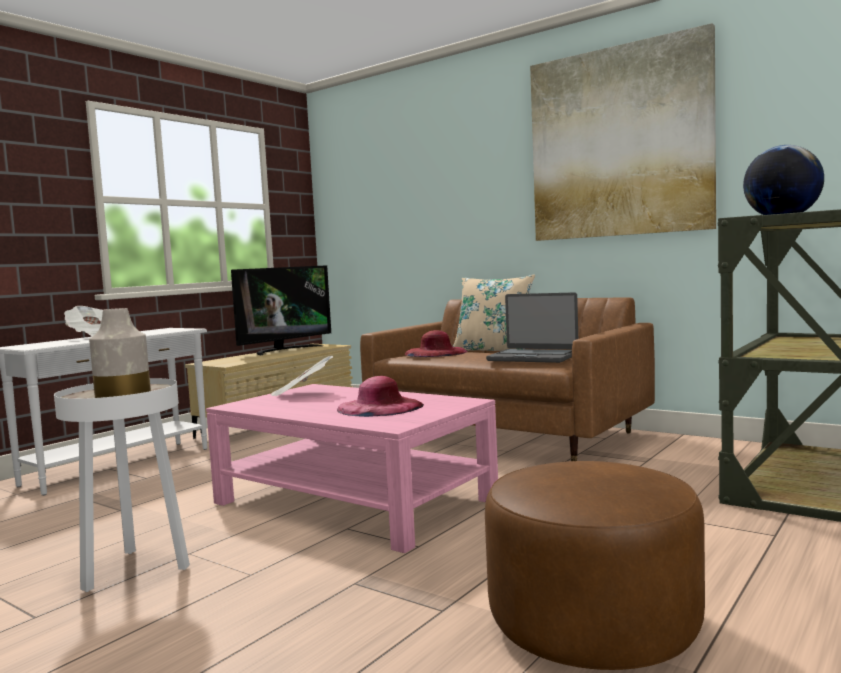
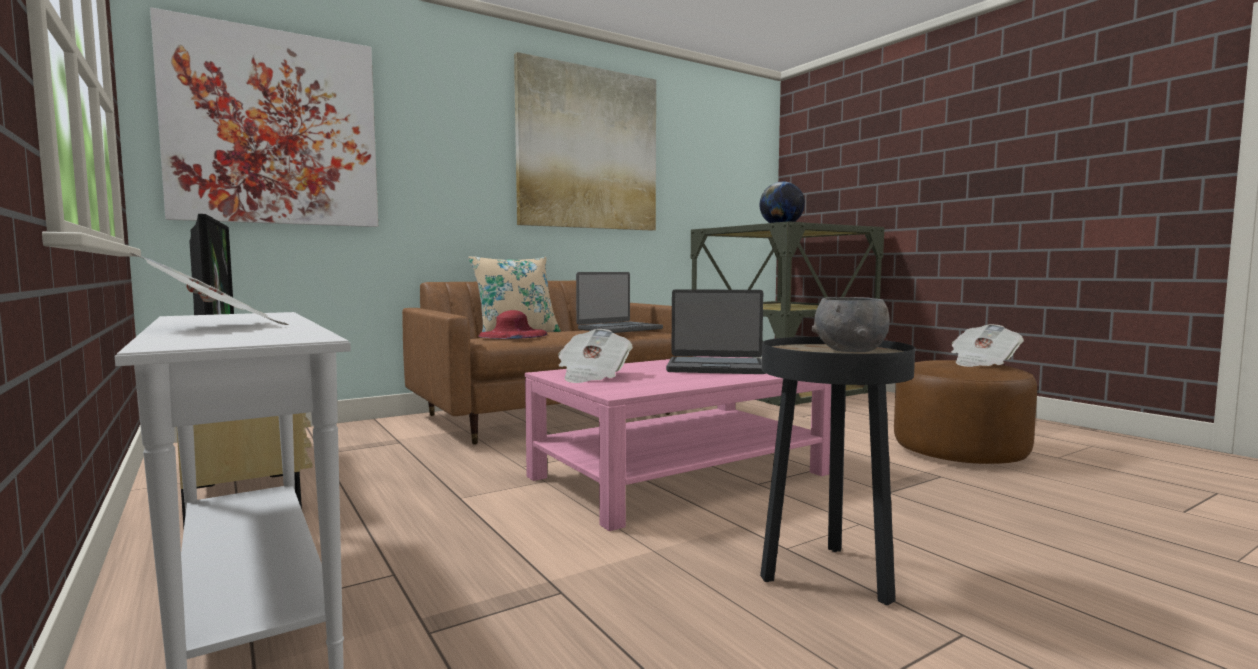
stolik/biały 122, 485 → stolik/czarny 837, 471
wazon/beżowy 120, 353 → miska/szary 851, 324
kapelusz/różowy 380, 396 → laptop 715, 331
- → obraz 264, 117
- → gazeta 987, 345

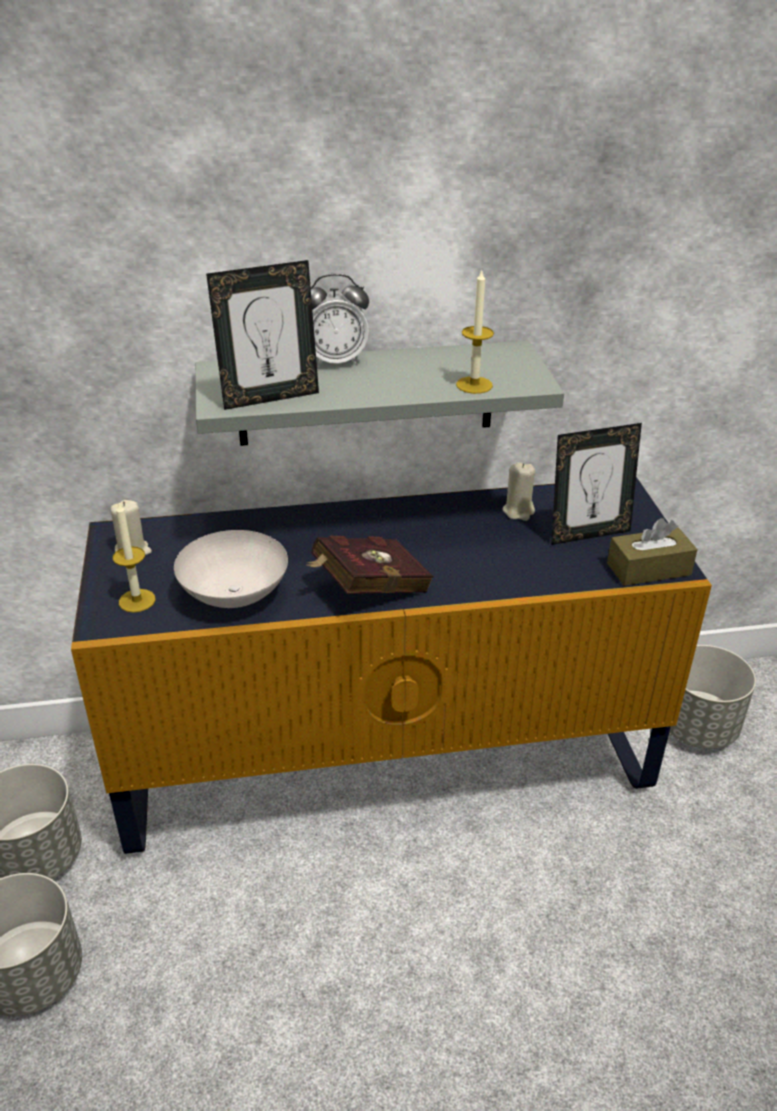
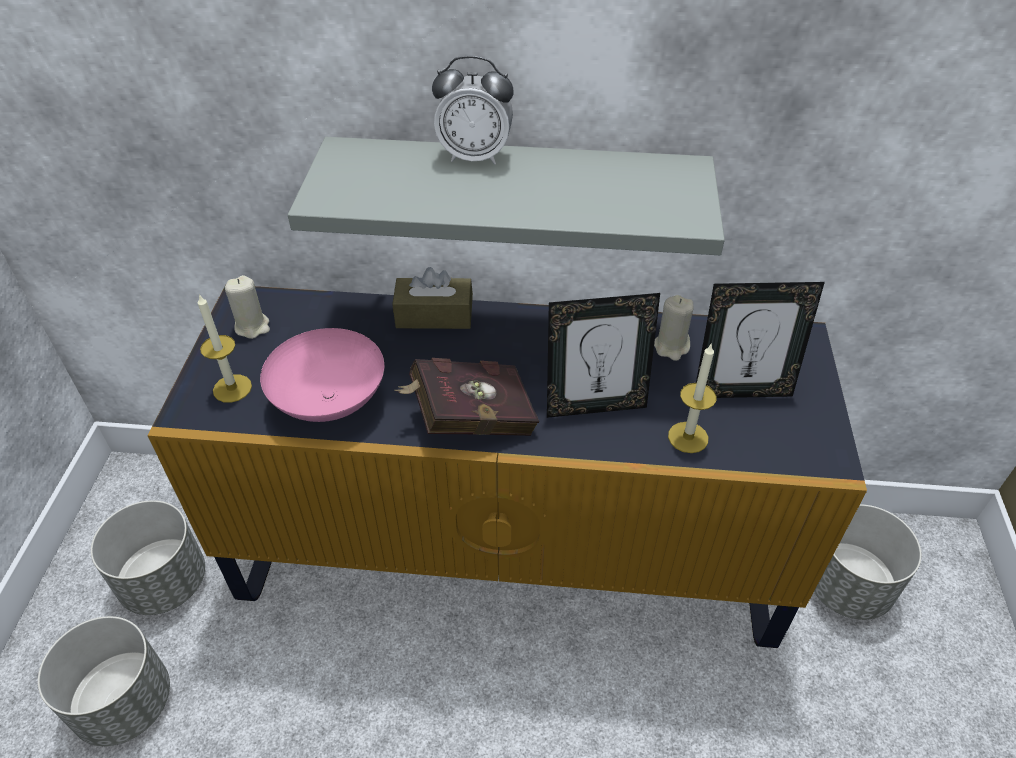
miska/biały 231, 569 → miska/różowy 322, 375
ramka na zdjęcie 262, 335 → ramka na zdjęcie 603, 355, shifted
świeca 475, 331 → świeca 692, 398, shifted
pudełko chusteczek/brązowy 652, 552 → pudełko chusteczek/brązowy 432, 298, shifted

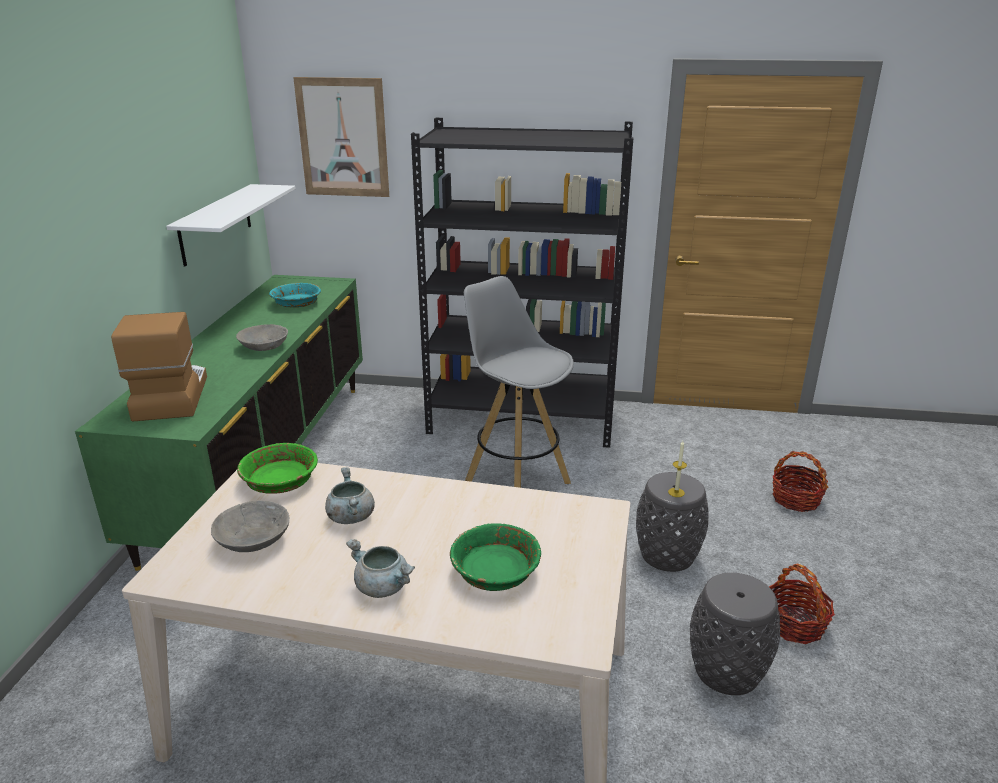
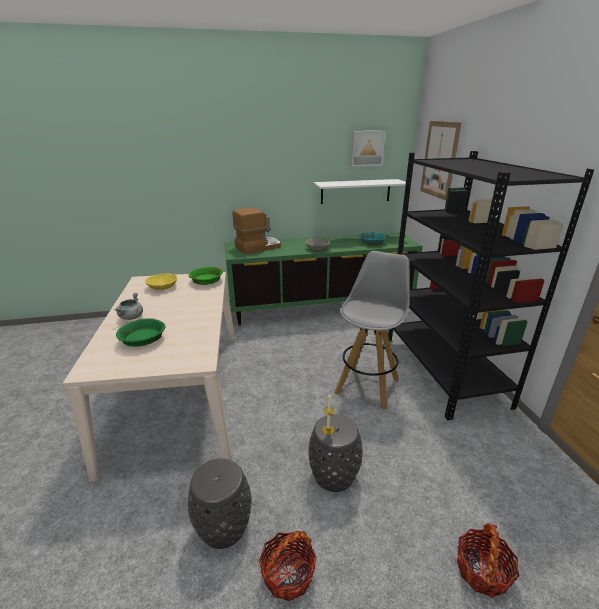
miska/szary 250, 526 → miska/żółty 161, 281
garnek/szary 350, 495 → -
- → obraz 368, 148

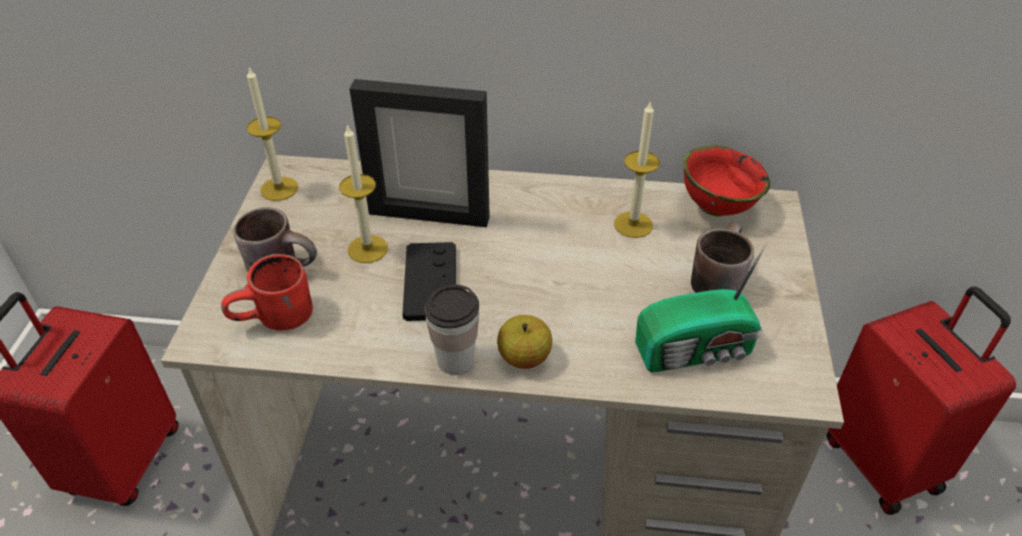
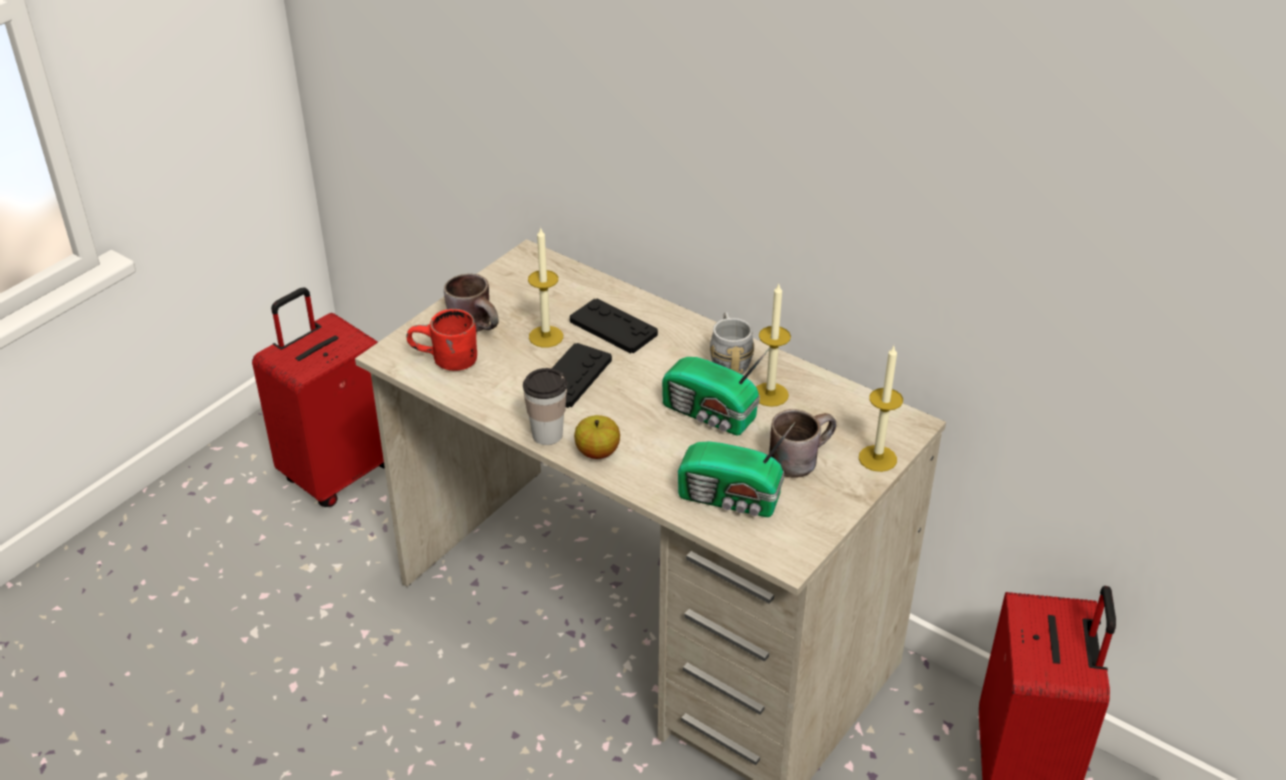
świeca 272, 133 → świeca 881, 409, shifted
ramka na zdjęcie 419, 153 → pad do gier/czarny 614, 326
miska/czerwony 726, 181 → -
- → radio 716, 391
- → kubek/szary 732, 343

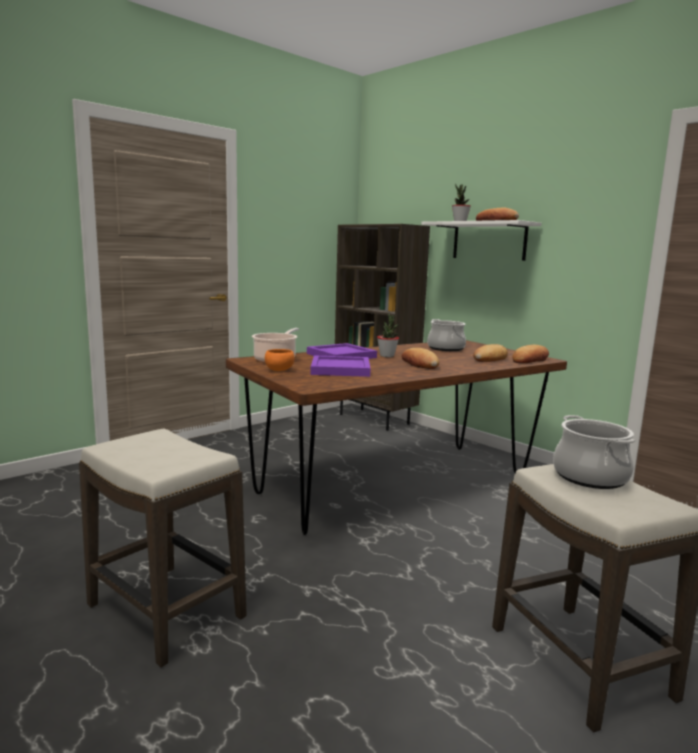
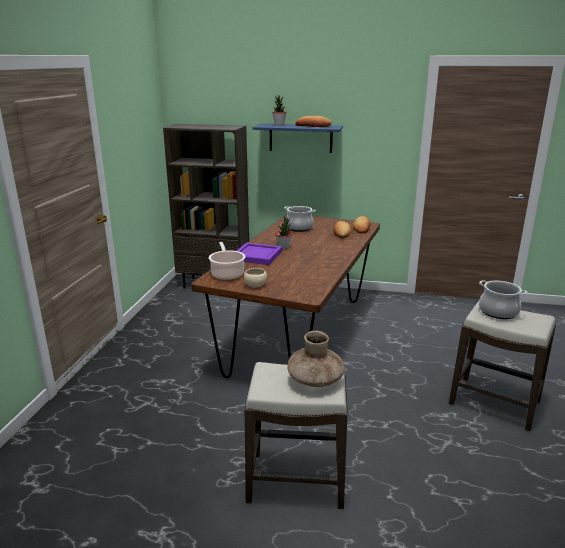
miska/pomarańczowy 280, 360 → miska/beżowy 255, 277
taca/fioletowy 340, 366 → -
chleb 420, 358 → -
półka/biały 481, 240 → półka/niebieski 297, 138
- → wazon/brązowy 316, 359

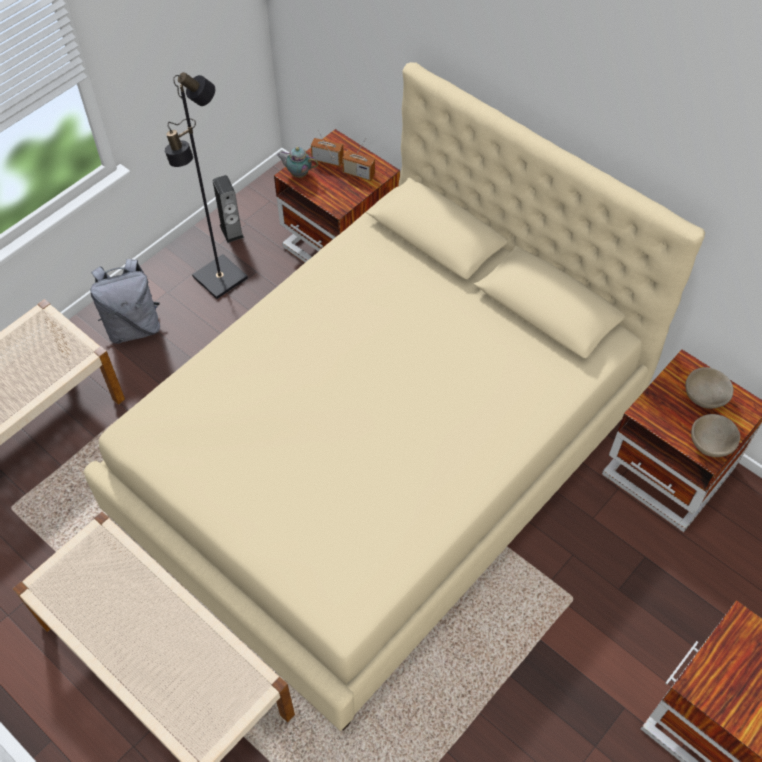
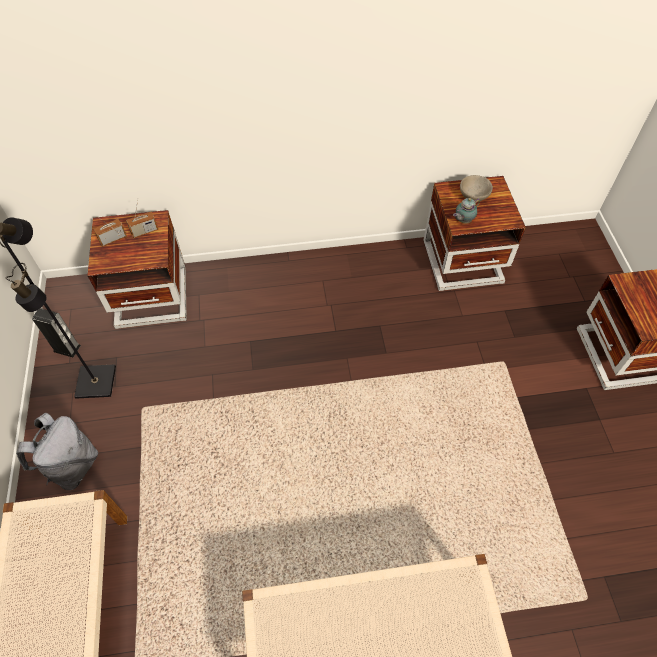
łóżko/beżowy 394, 396 → -
imbryk 297, 162 → imbryk 466, 211, shifted
miska/beżowy 715, 435 → -

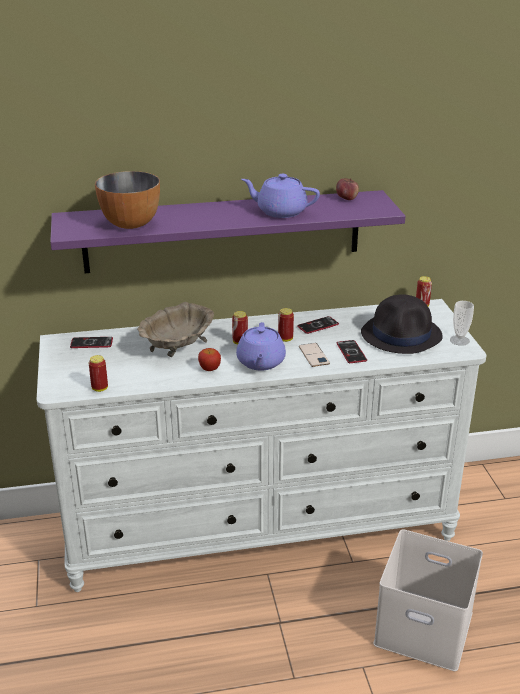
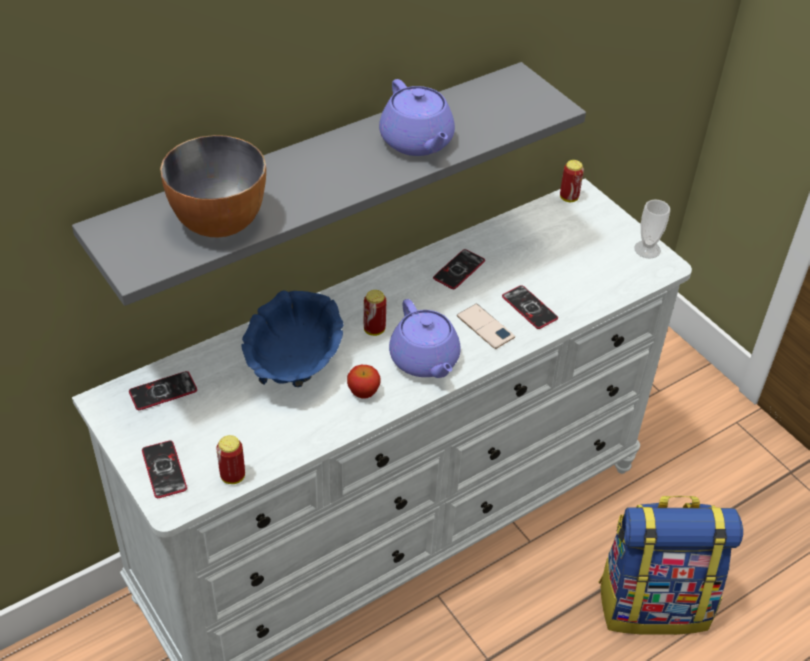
półka/fioletowy 228, 231 → półka/szary 329, 184
miska/beżowy 175, 329 → miska/niebieski 292, 338
imbryk/fioletowy 280, 196 → imbryk/fioletowy 417, 117, 105 degrees counterclockwise
puszka 286, 325 → -
jabłko 347, 189 → -
kapelusz/czarny 402, 324 → -
pojemnik do przechowywania/biały 428, 600 → plecak 671, 565
- → telefon 164, 469

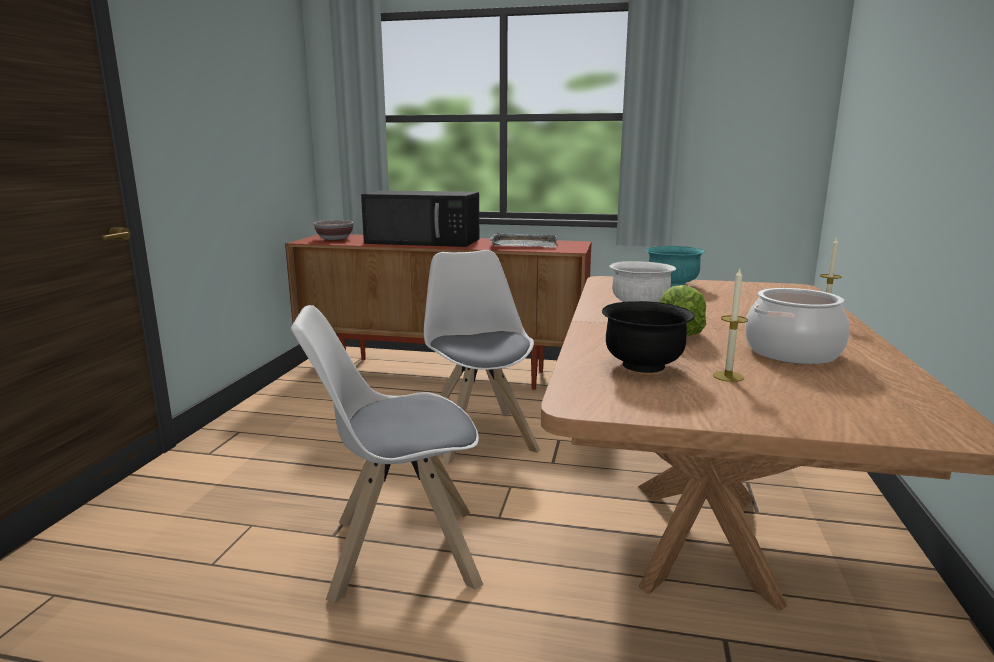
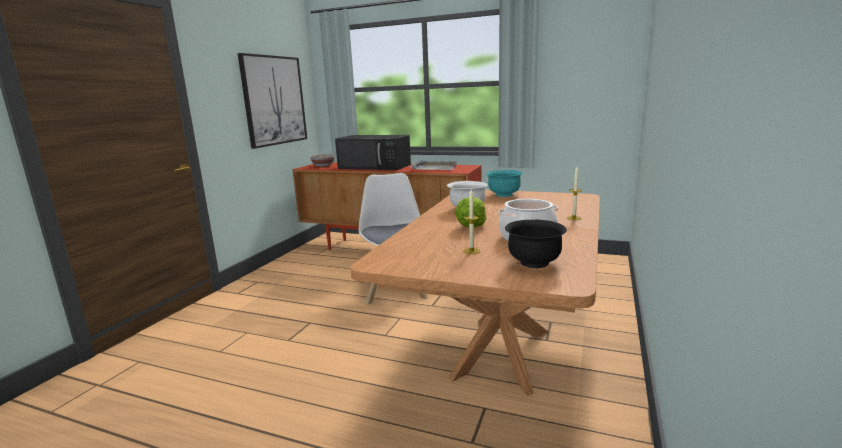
krzesło 387, 454 → -
miska/czarny 648, 337 → miska/czarny 536, 244, shifted
- → obraz 272, 101

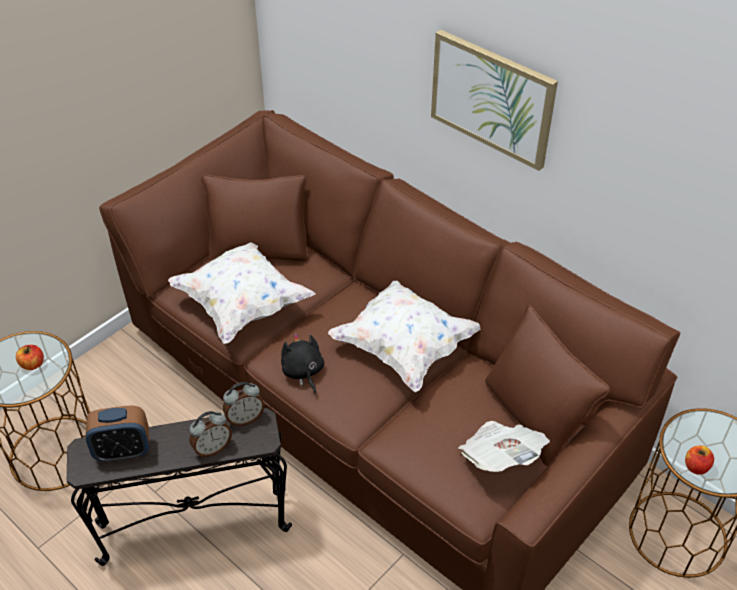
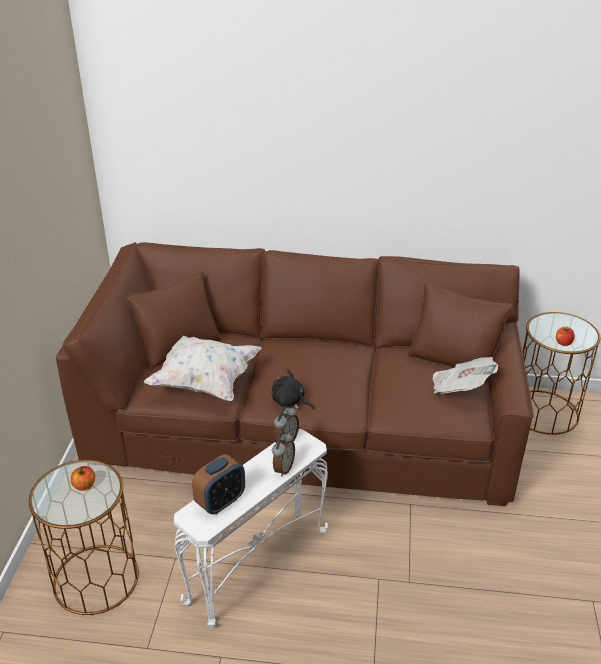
stolik/czarny 179, 487 → stolik/biały 251, 528
poduszka/biały 404, 336 → -
obraz 494, 100 → -

